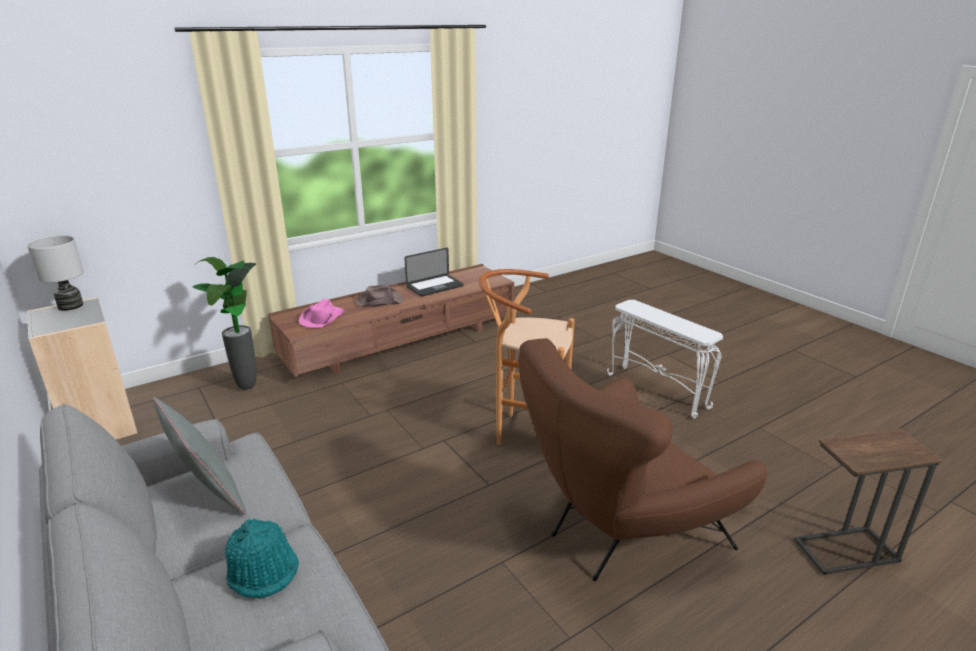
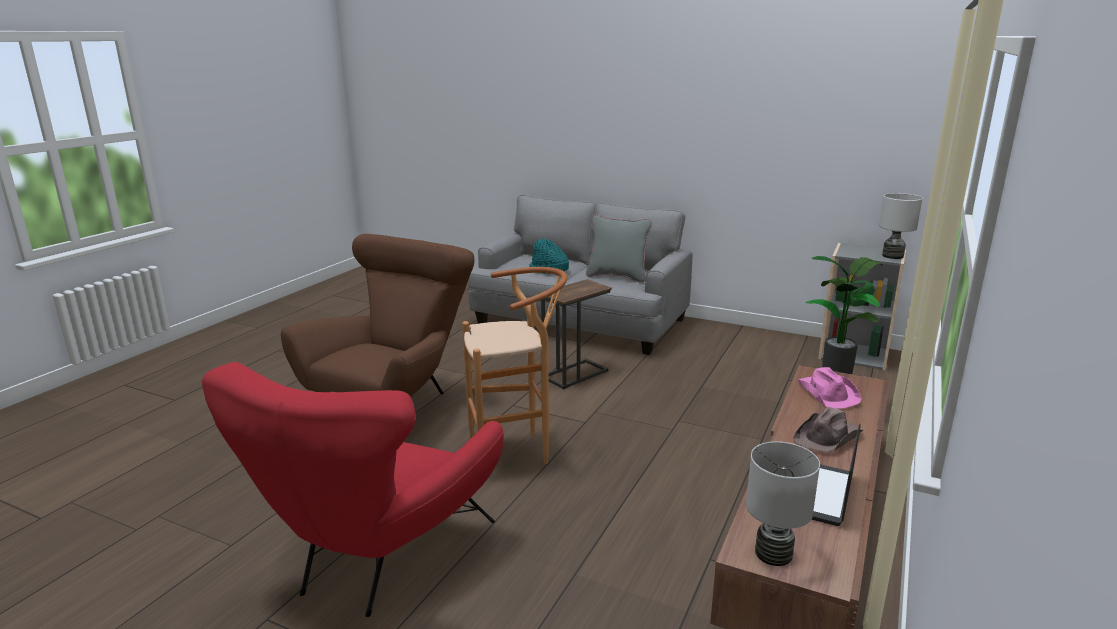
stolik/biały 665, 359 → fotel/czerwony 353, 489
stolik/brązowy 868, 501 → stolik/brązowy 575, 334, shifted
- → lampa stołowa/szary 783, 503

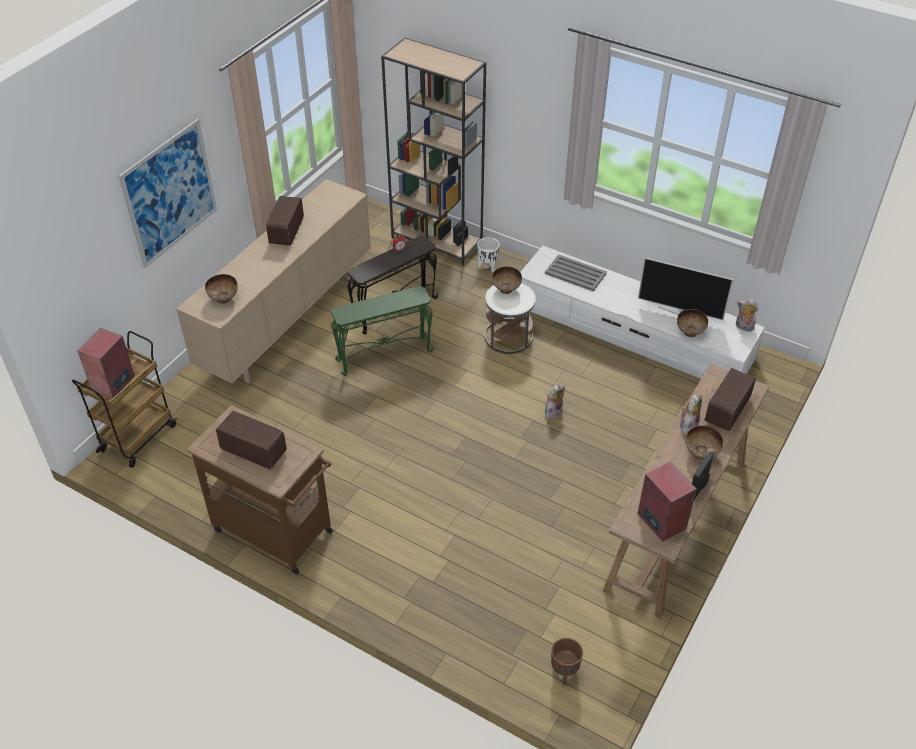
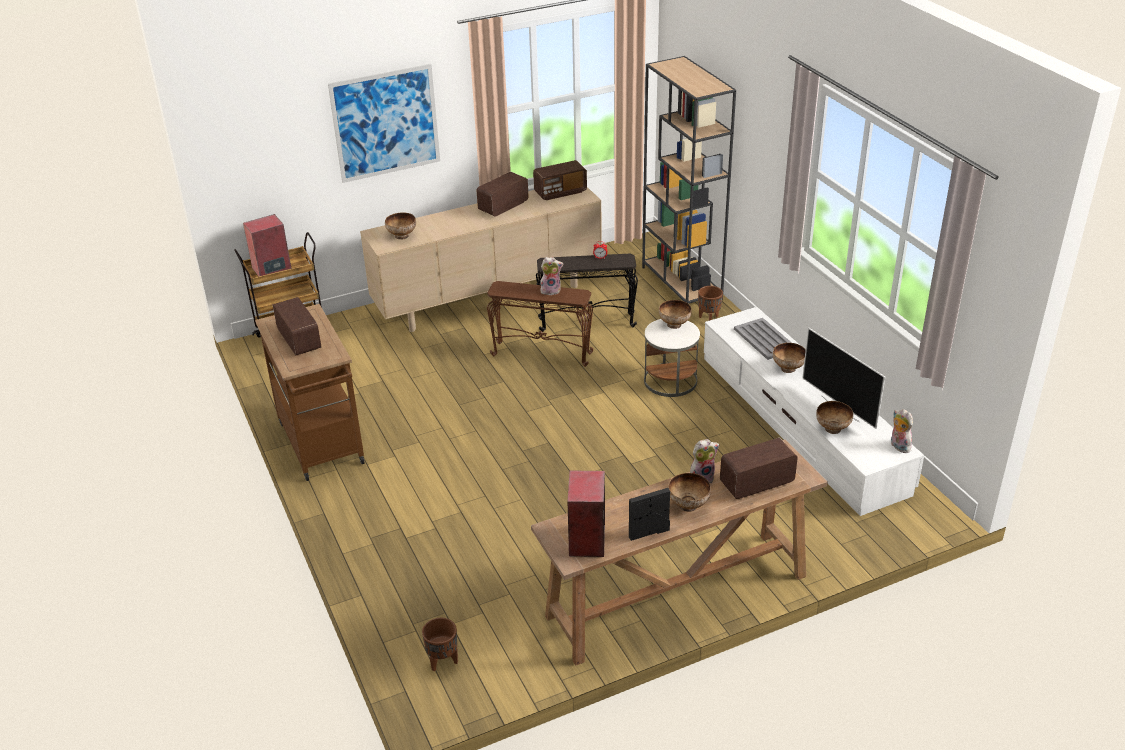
stolik/zielony 382, 331 → stolik/brązowy 540, 324
donica/biały 488, 255 → donica/brązowy 710, 303
pluszak 555, 402 → pluszak 551, 276, shifted
- → radio 560, 180
- → miska 789, 358

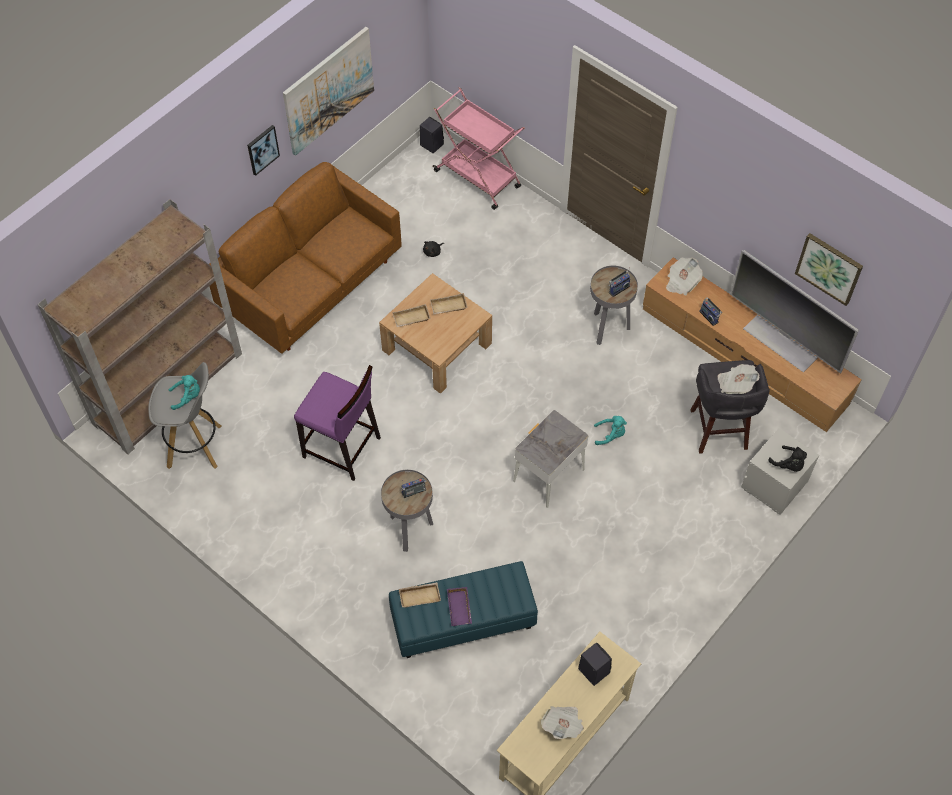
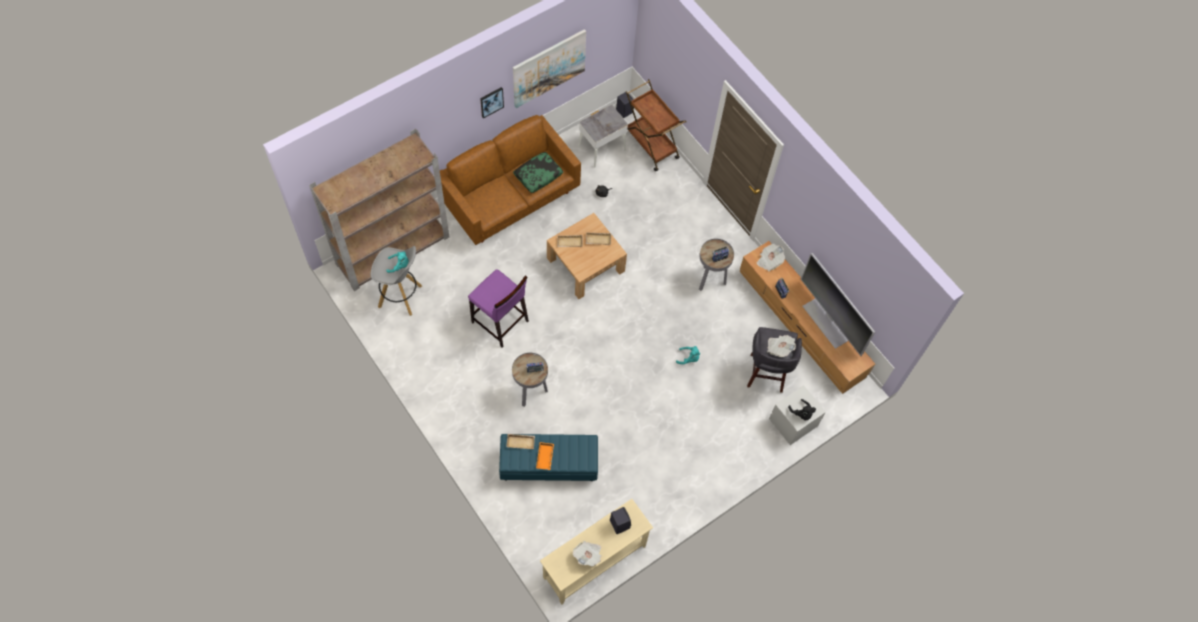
wózek/różowy 479, 148 → wózek/brązowy 656, 125
taca/fioletowy 459, 606 → taca/pomarańczowy 545, 456
stolik 550, 459 → stolik 603, 136, shifted
obraz 829, 269 → -
- → poduszka 538, 172

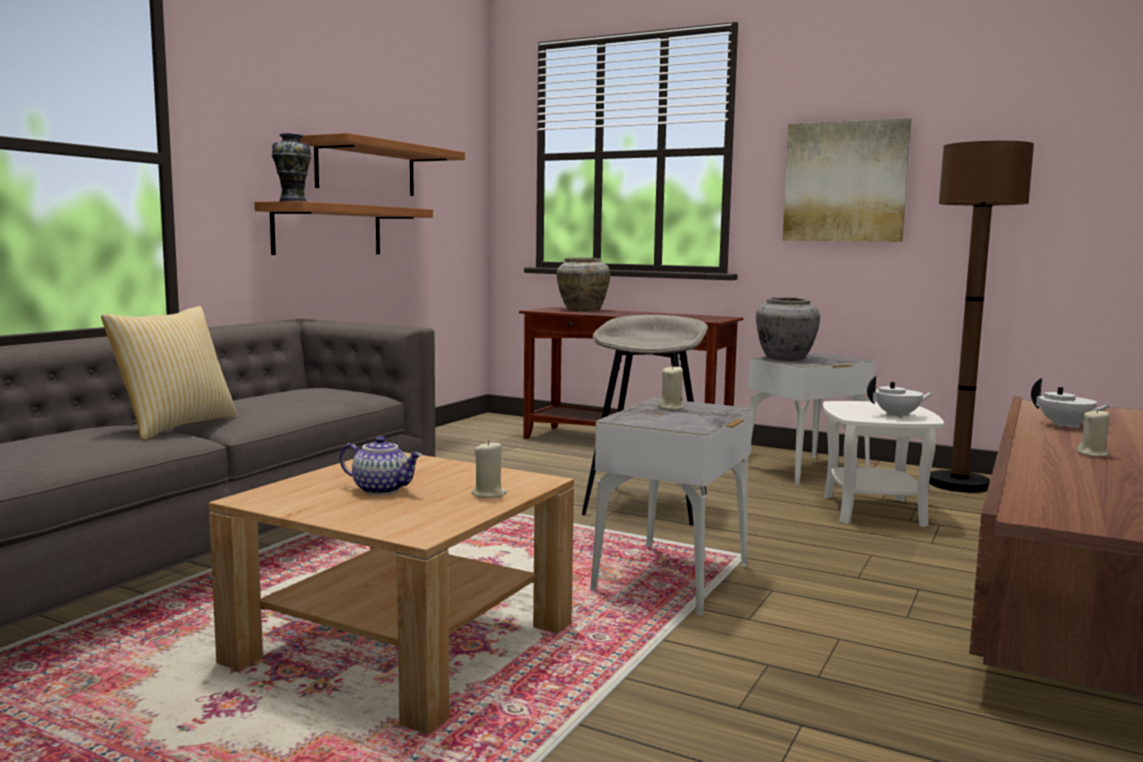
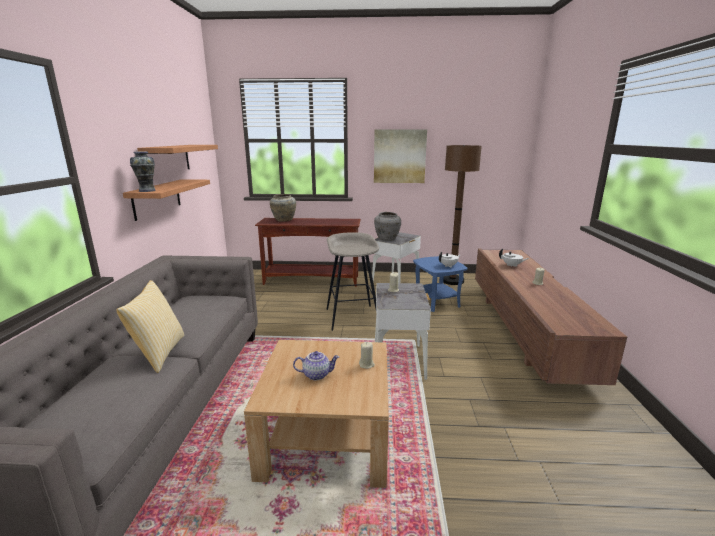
stolik/biały 883, 464 → stolik/niebieski 440, 284

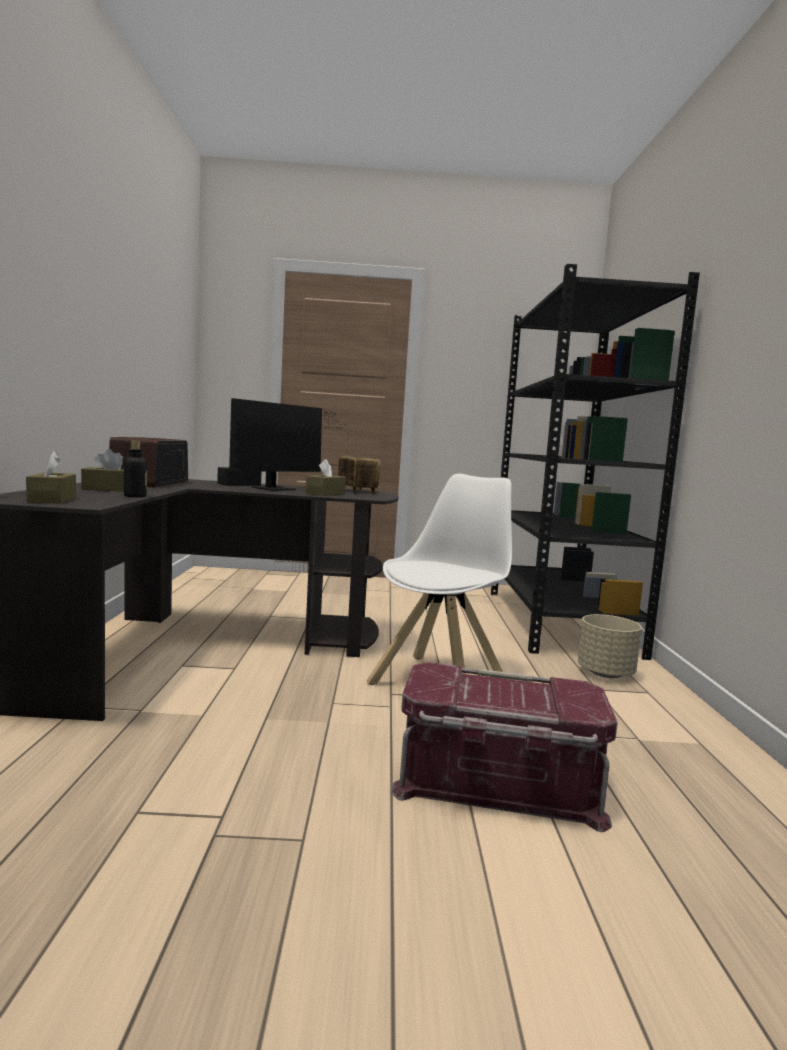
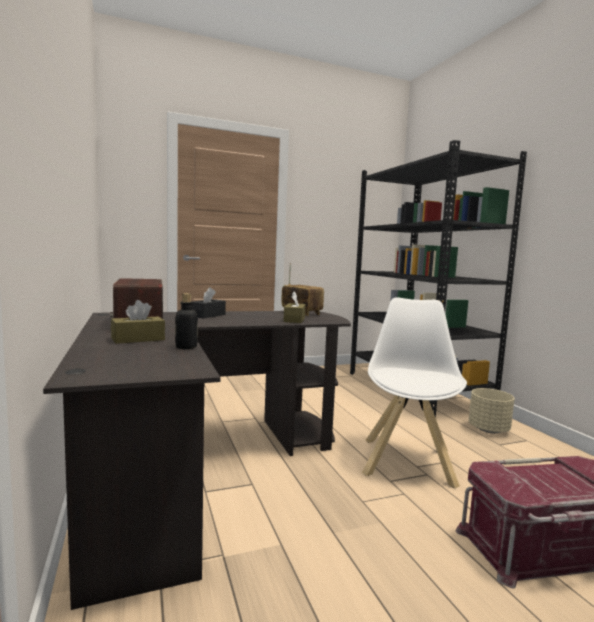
pudełko chusteczek/brązowy 51, 477 → -
monitor 287, 444 → -

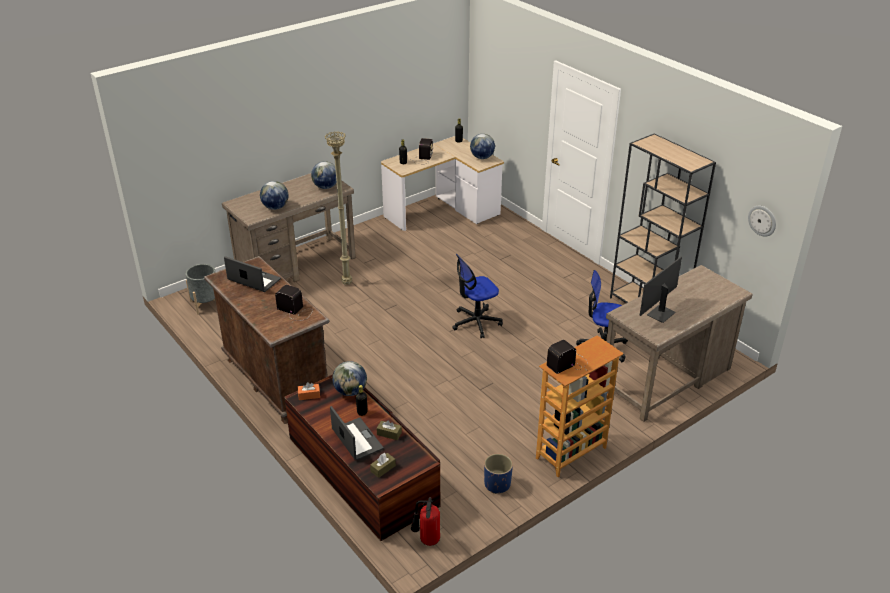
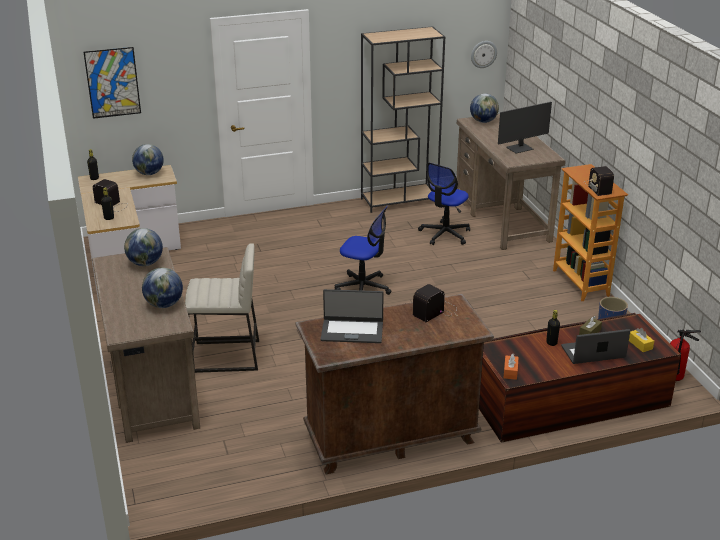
donica/szary 200, 289 → -
laptop 252, 274 → laptop 352, 316, 135 degrees counterclockwise
lampa stojąca/beżowy 338, 208 → stołek/beżowy 222, 308
globus 349, 378 → globus 484, 108, shifted
pudełko chusteczek/brązowy 383, 465 → pudełko chusteczek/żółty 641, 340
krzesło biurowe 477, 296 → krzesło biurowe 363, 250, 60 degrees counterclockwise
monitor 661, 289 → monitor 525, 127, 90 degrees counterclockwise
- → obraz 112, 83

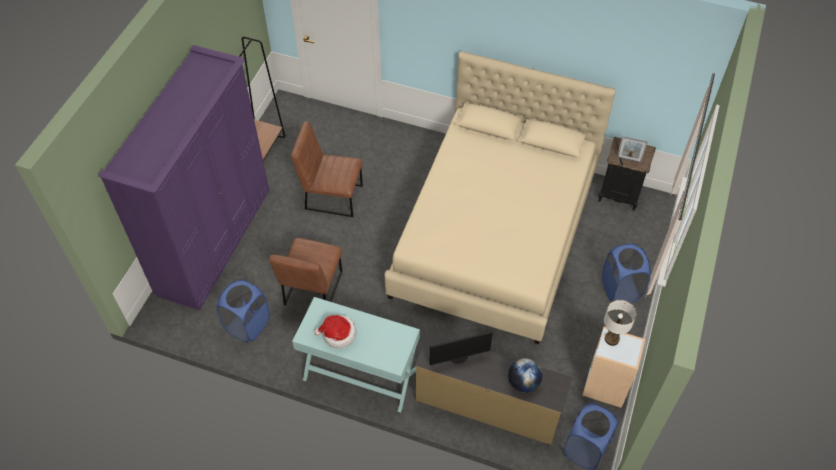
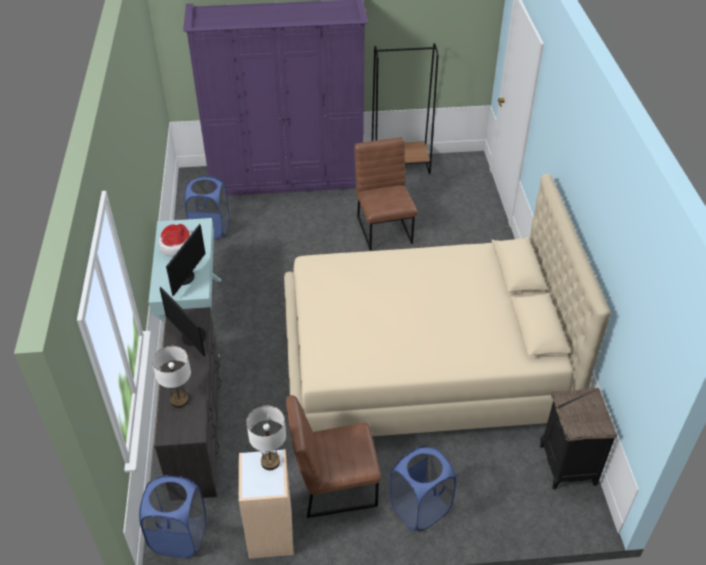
krzesło/brązowy 305, 272 → krzesło/brązowy 333, 456, shifted
globus 525, 375 → lampa stołowa 171, 377
ramka na zdjęcie 632, 149 → -
- → monitor 185, 260

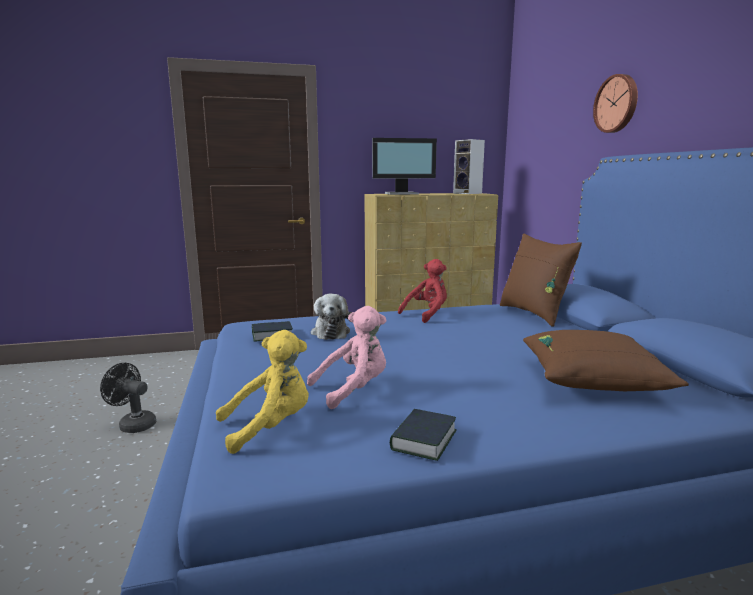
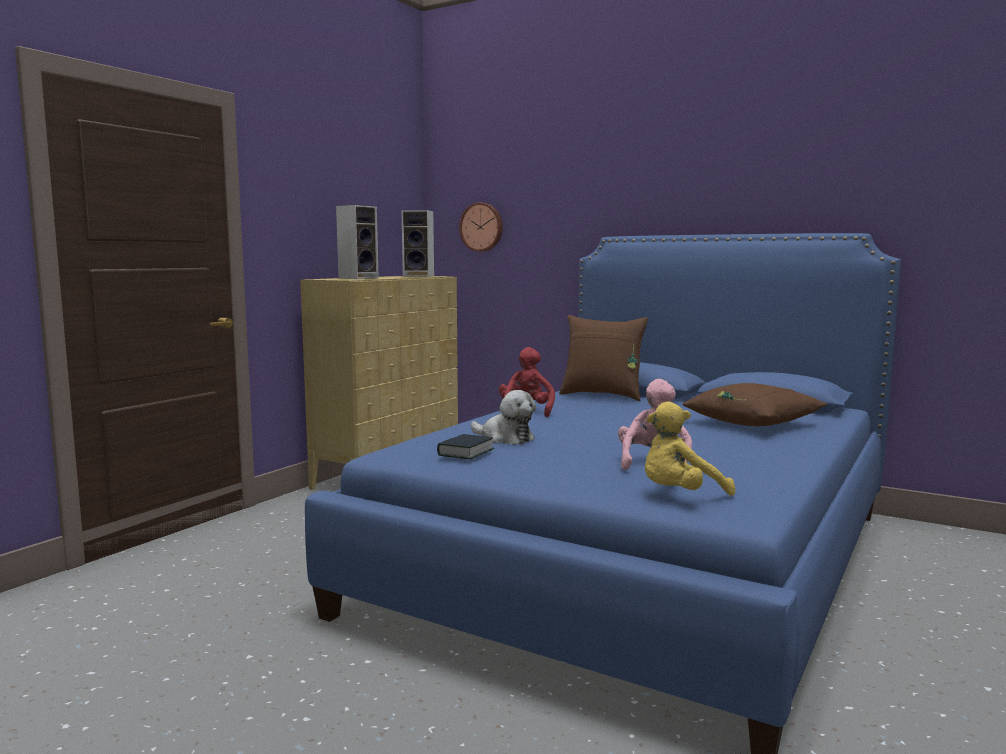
wentylator/czarny 128, 398 → -
pluszak/żółty 262, 392 → pluszak/żółty 690, 448, 135 degrees counterclockwise
monitor 404, 166 → głośnik 357, 242
książka 423, 435 → -
zegar ścienny 615, 103 → zegar ścienny 481, 227, shifted

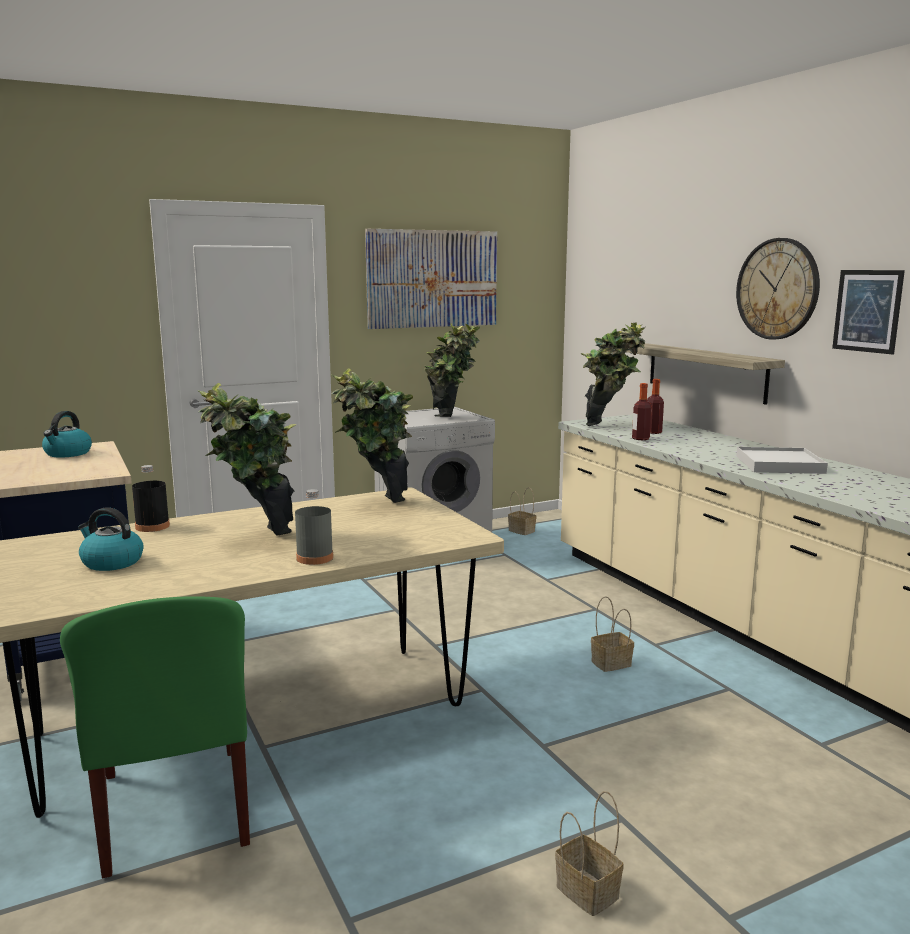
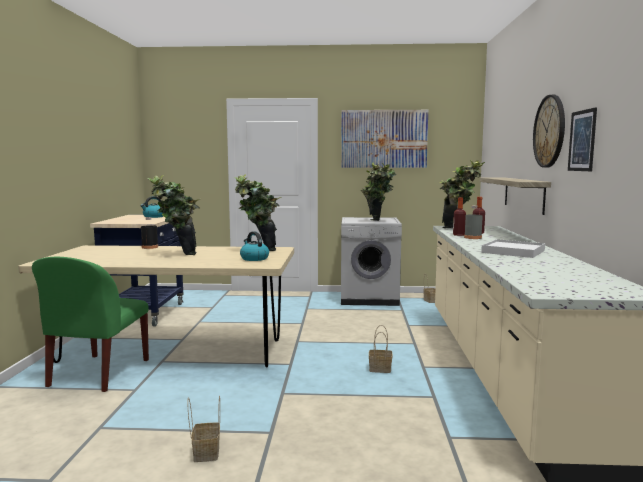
czajnik 111, 539 → czajnik 254, 246, shifted
butelka/szary 314, 527 → butelka/szary 473, 222, shifted

